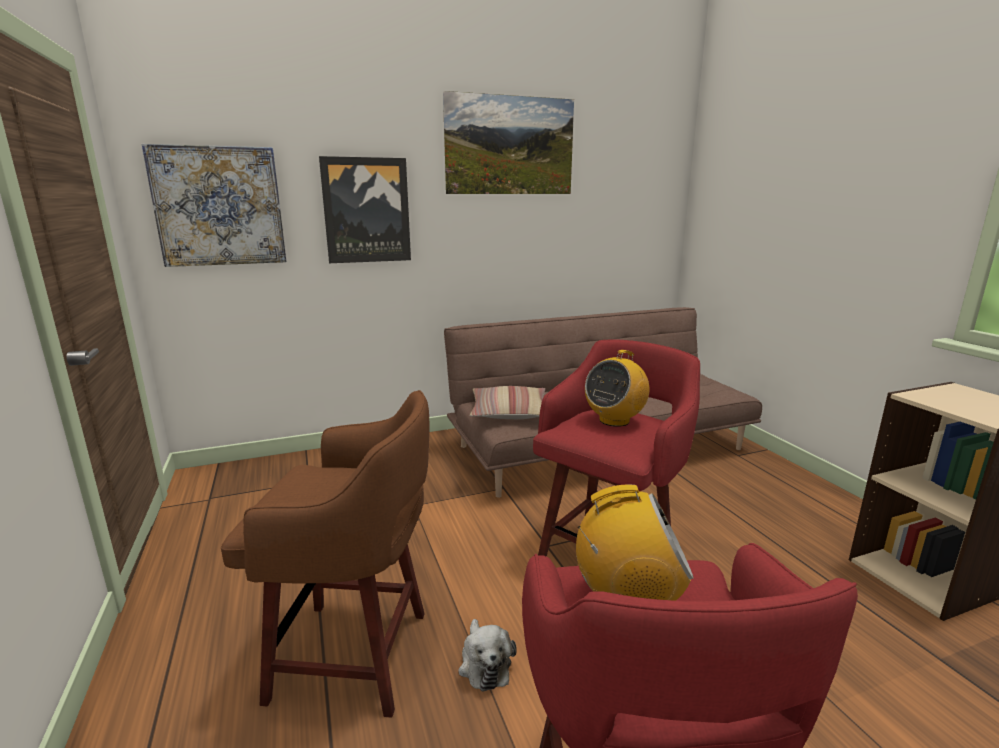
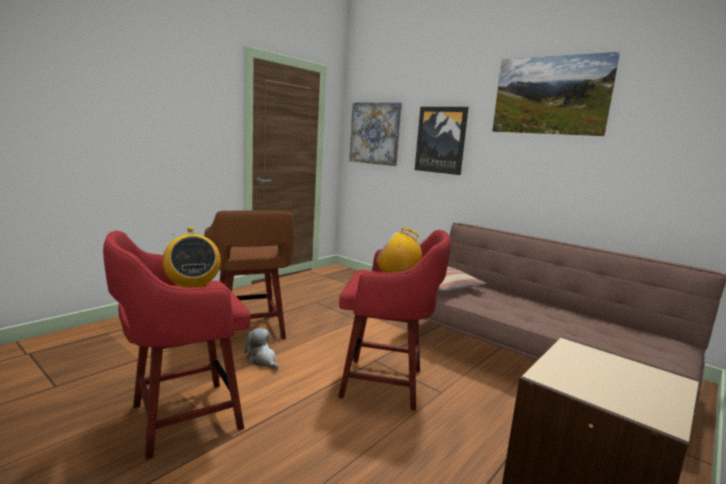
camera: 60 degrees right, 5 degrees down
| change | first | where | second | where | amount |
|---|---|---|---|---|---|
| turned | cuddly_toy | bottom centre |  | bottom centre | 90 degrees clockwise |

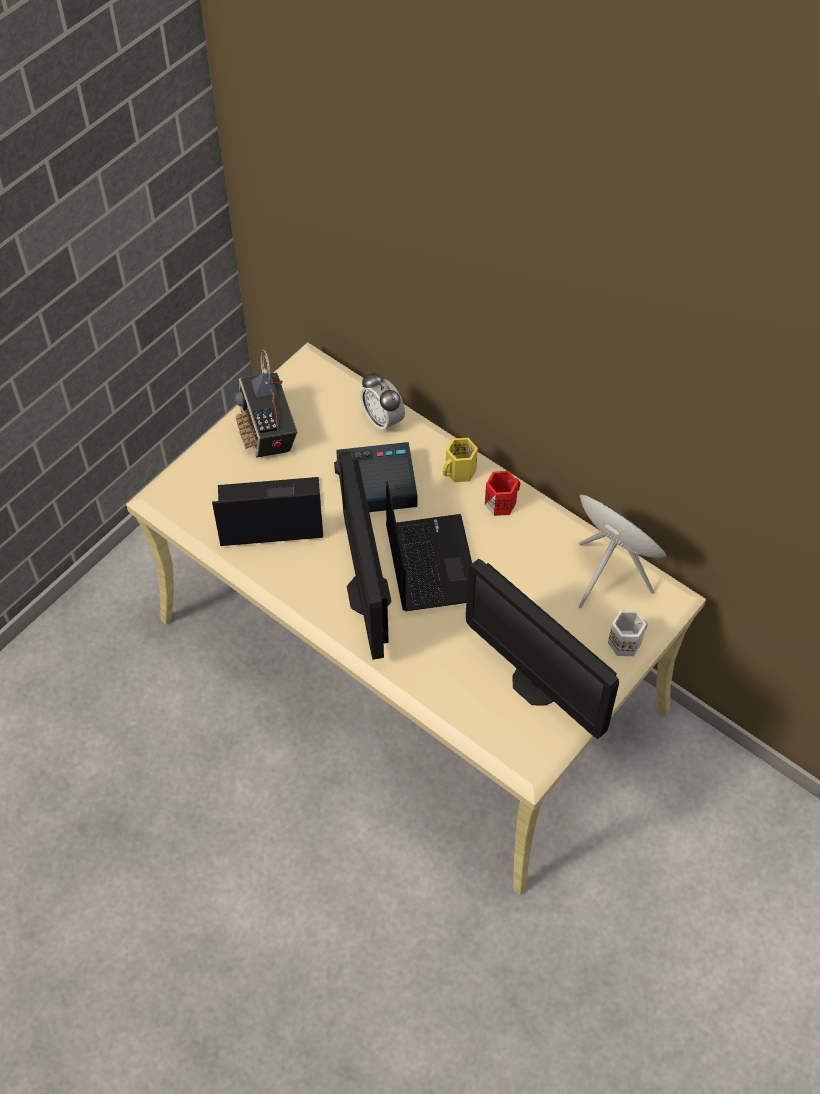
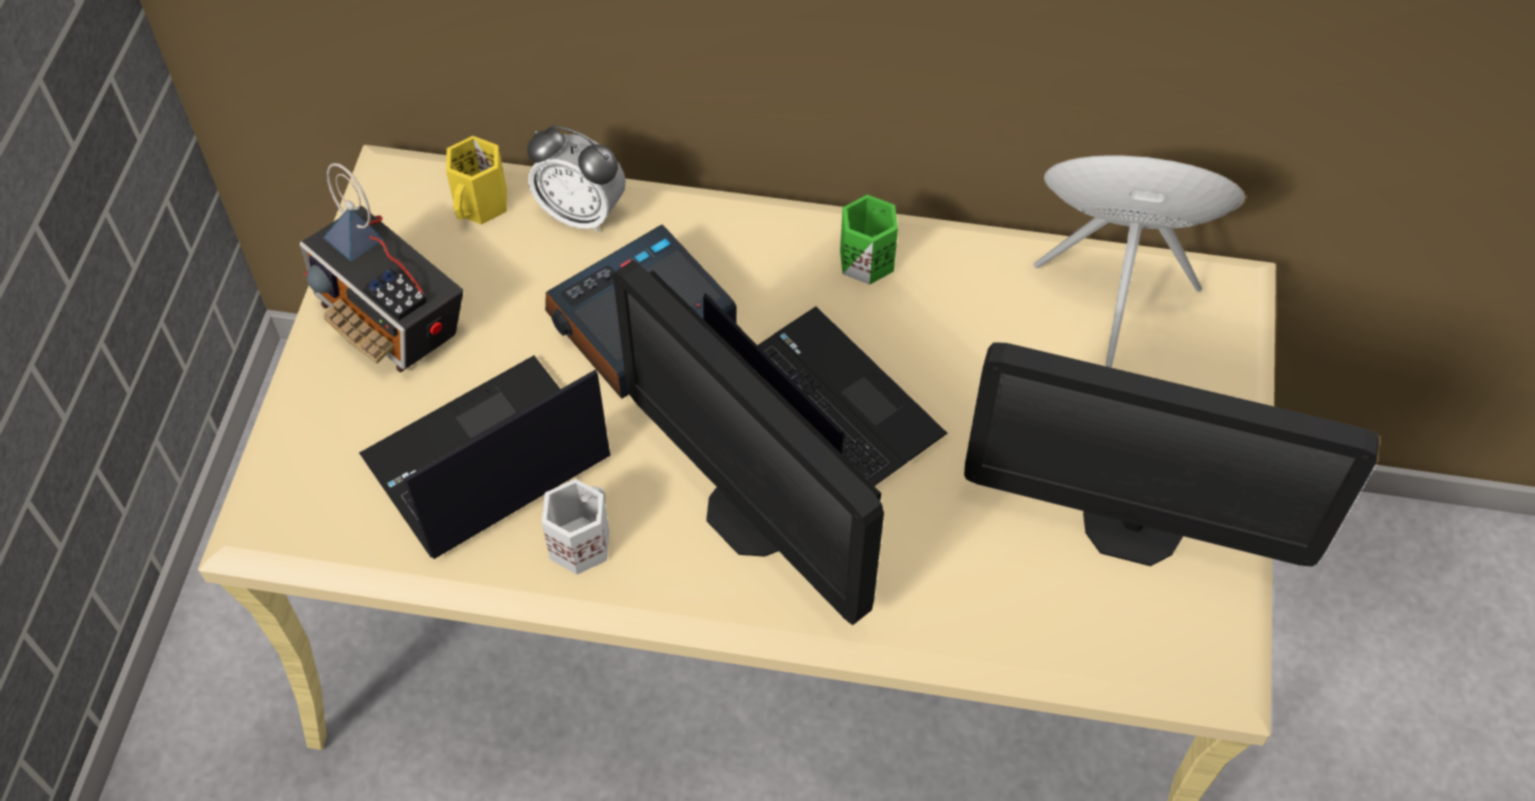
camera: 30 degrees left, 0 degrees up
| change | first | where | second | where | amount |
|---|---|---|---|---|---|
| moved | yellow_tea_mug | centre |  | top left |  |
| moved | whitish_tea_mug | middle right |  | centre |  |
| recoloured | red_tea_mug | centre | green_tea_mug | top centre |  |

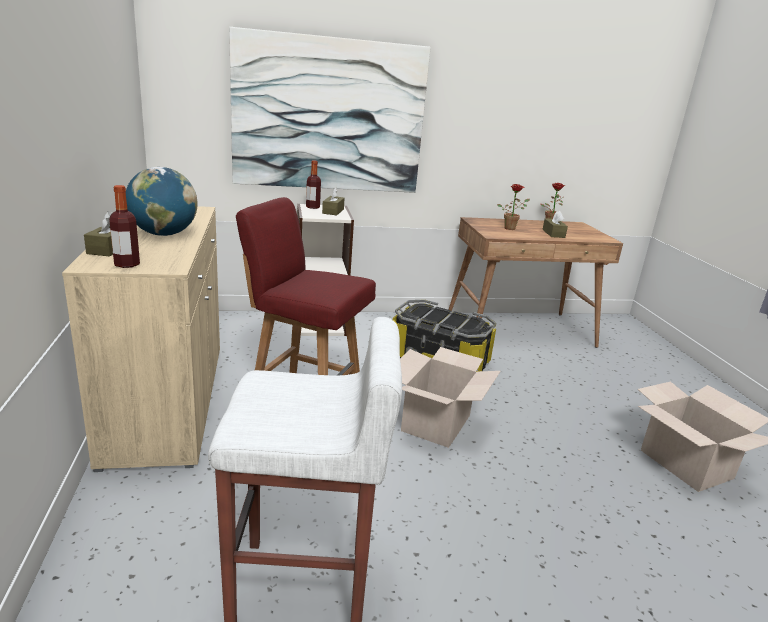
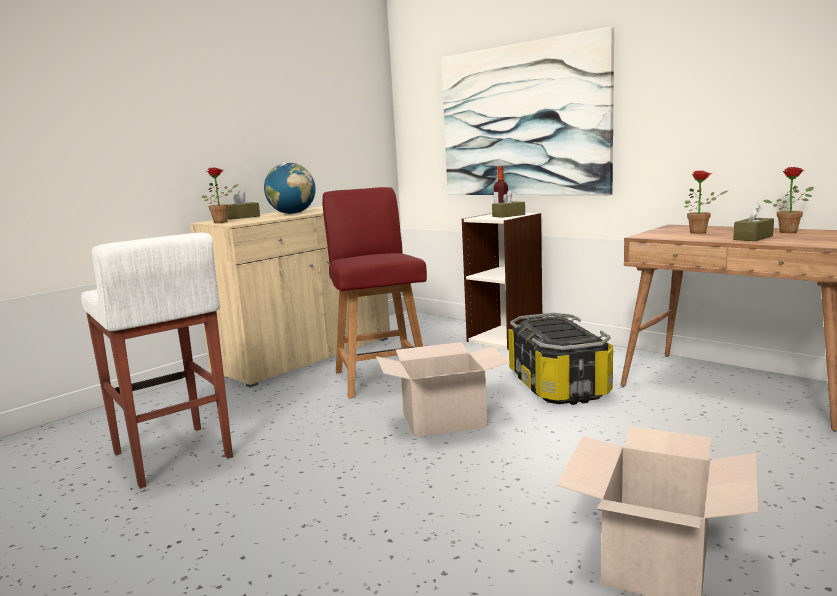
camera: 55 degrees right, 10 degrees down
| change | first | where | second | where | amount |
|---|---|---|---|---|---|
| replaced | bottle (1st from left) | middle left | potted_plant (1st from left) | top left |  |

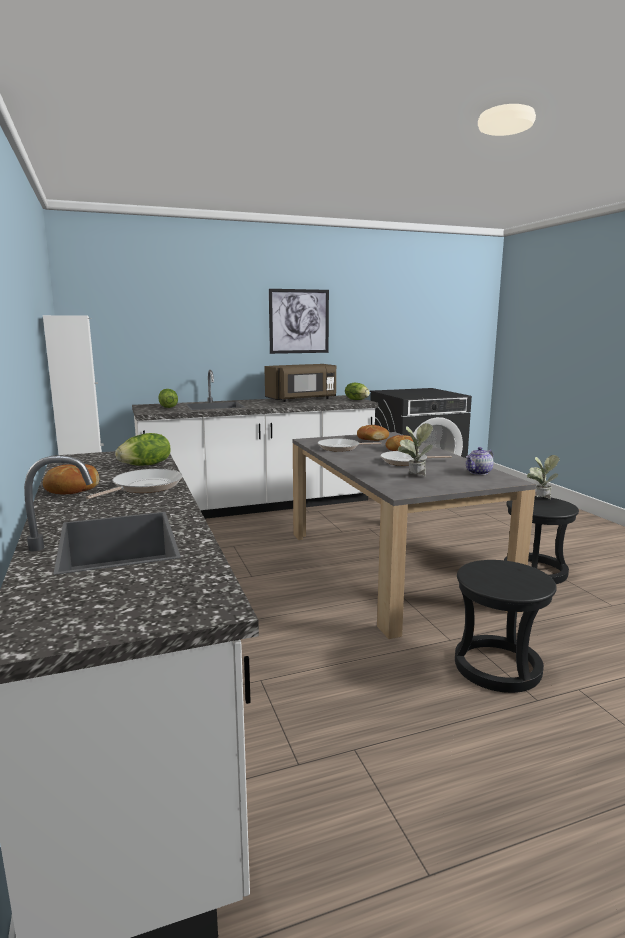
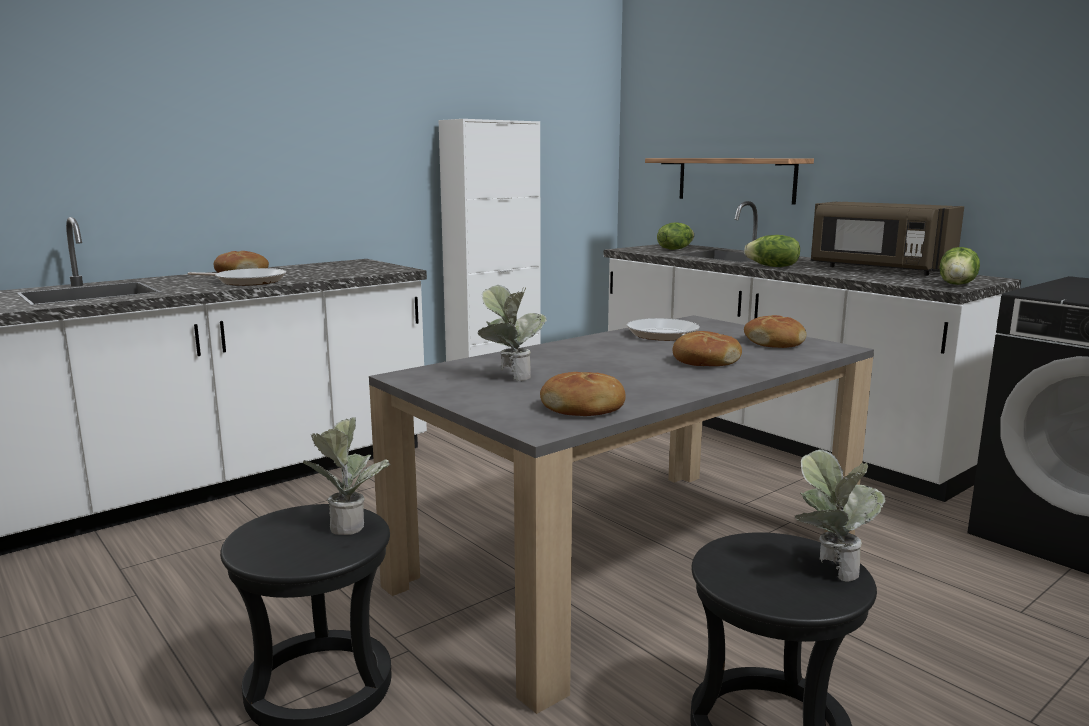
camera: 70 degrees right, 0 degrees up
| change | first | where | second | where | amount |
|---|---|---|---|---|---|
| removed | picture | centre |  |  |  |
| removed | pan (3rd from left) | centre |  |  |  |
| added |  |  | potted_plant (1st from left) | middle left |  |
| added |  |  | shelf | top right |  |
| moved | lettuce (1st from left in the first image) | middle left | lettuce (2nd from left) | middle right |  |
| replaced | teapot | middle right | baked_bread (2nd from left) | centre |  |

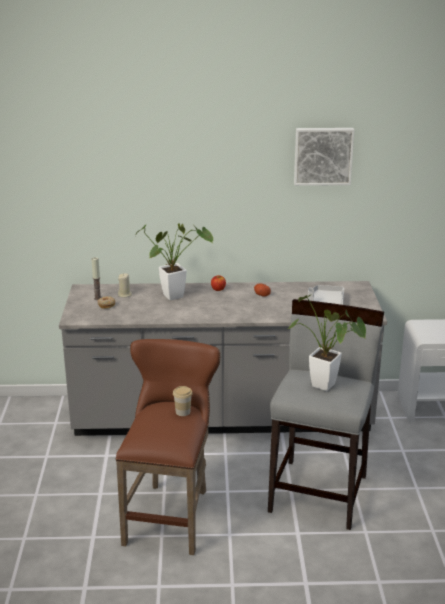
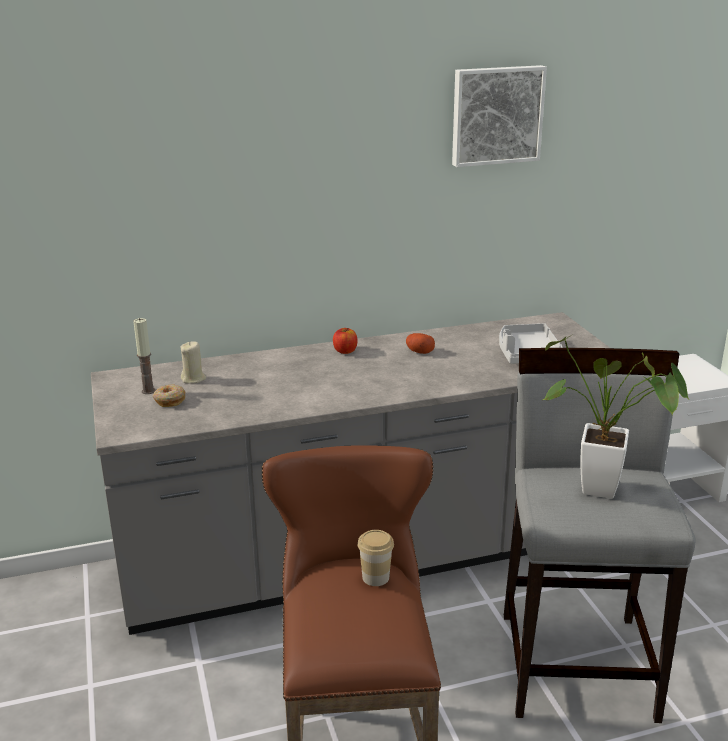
camera: 15 degrees left, 0 degrees up
| change | first | where | second | where | amount |
|---|---|---|---|---|---|
| removed | potted_plant (1st from left) | centre |  |  |  |

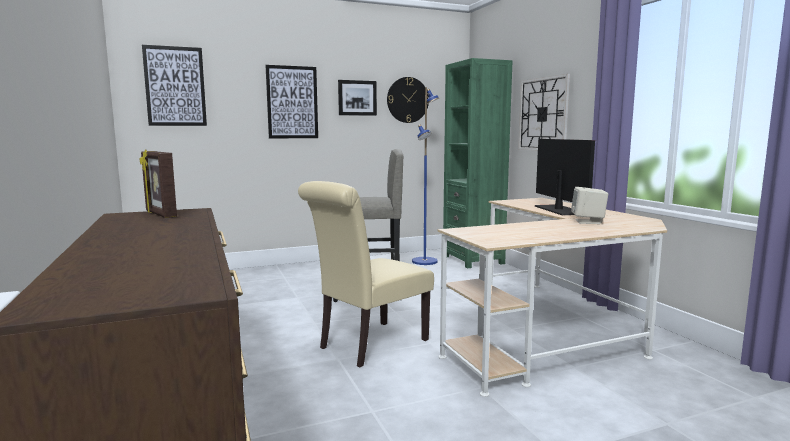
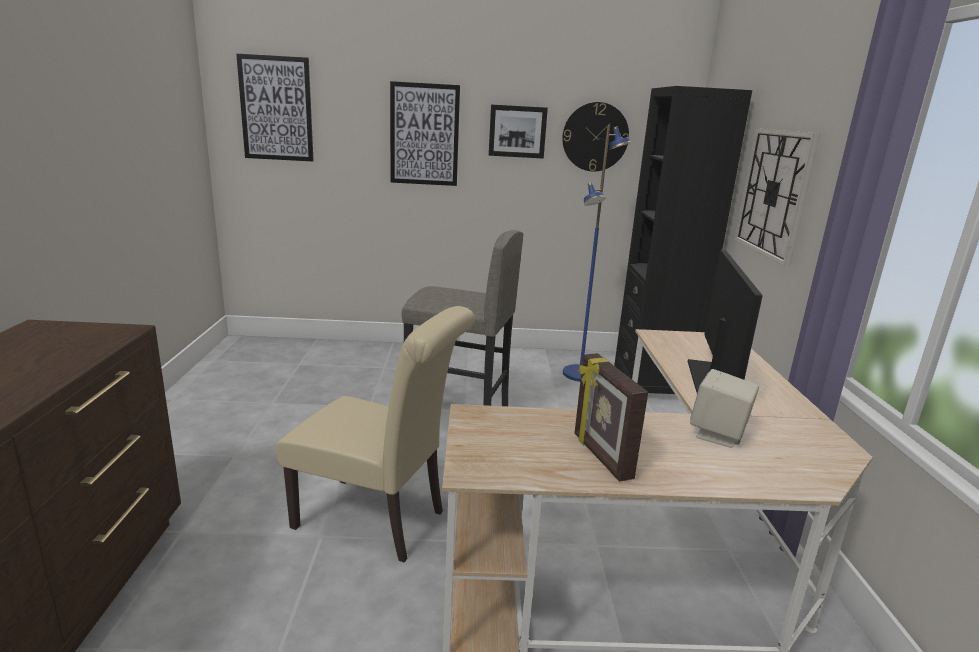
camera: 20 degrees right, 10 degrees up
| change | first | where | second | where | amount |
|---|---|---|---|---|---|
| moved | picture_frame | middle left |  | centre |  |
| recoloured | green_bookshelf | centre | black_bookshelf | middle right |  |
| turned | beige-coloured_plain_chair | centre |  | centre | 135 degrees counterclockwise |

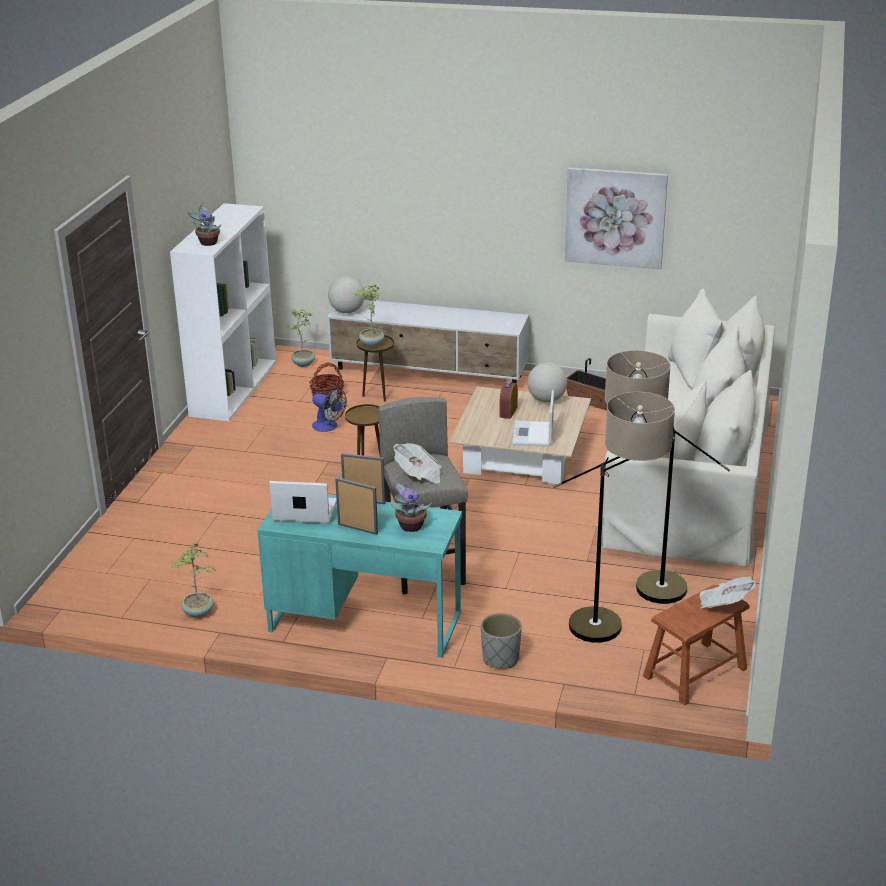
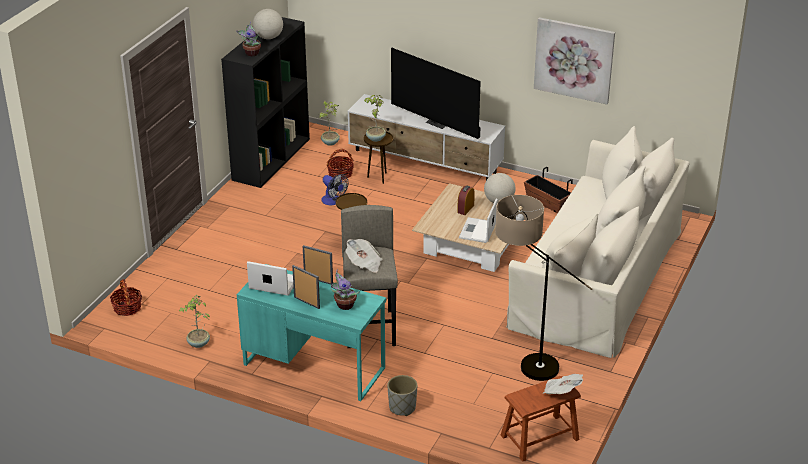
camera: 10 degrees right, 5 degrees up
| change | first | where | second | where | amount |
|---|---|---|---|---|---|
| removed | floor_lamp (1st from left) | middle right |  |  |  |
| added |  |  | basket (1st from left) | middle left |  |
| added |  |  | TV | top centre |  |
| moved | desk_globe (1st from left) | top centre |  | top left |  |
| recoloured | whitish_bookshelf | middle left | black_bookshelf | top left |  |

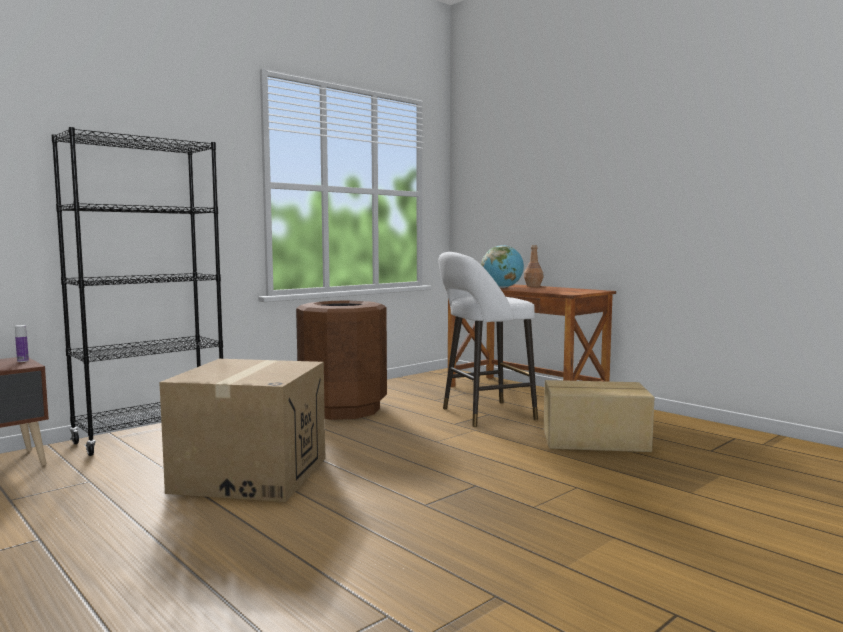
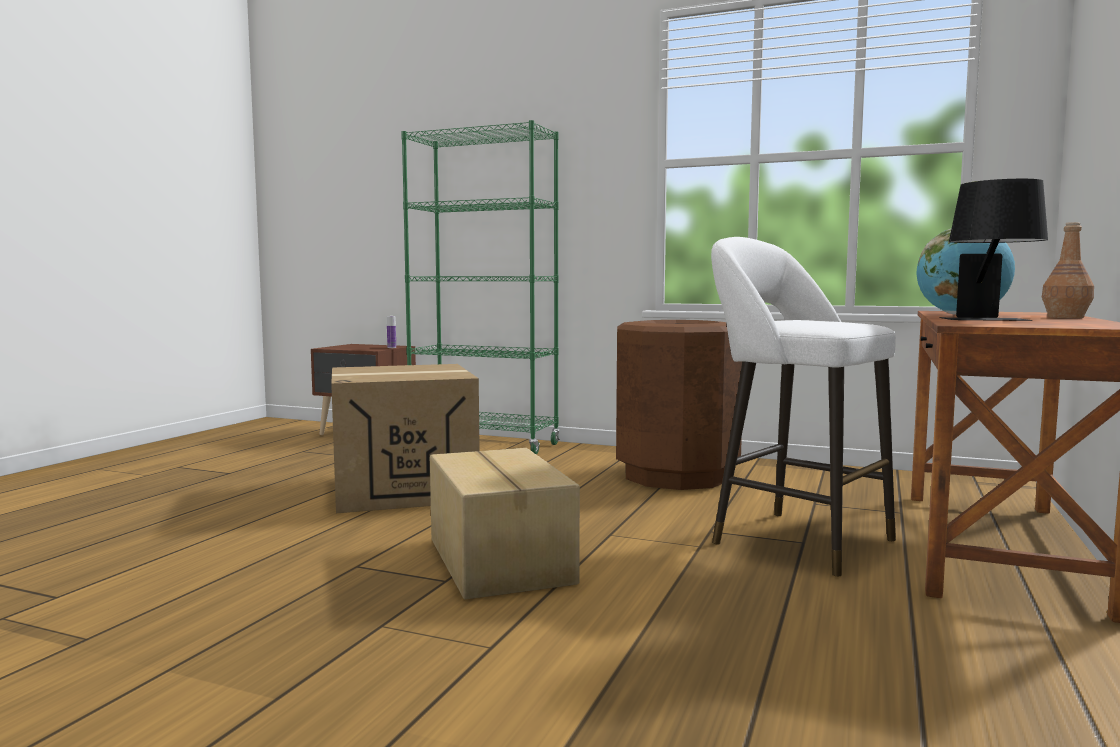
camera: 65 degrees right, 0 degrees up
| change | first | where | second | where | amount |
|---|---|---|---|---|---|
| added |  |  | black_tabletop_lamp | middle right |  |
| moved | carton (2nd from left) | middle right |  | bottom centre |  |
| recoloured | black_bookshelf | middle left | green_bookshelf | centre |  |

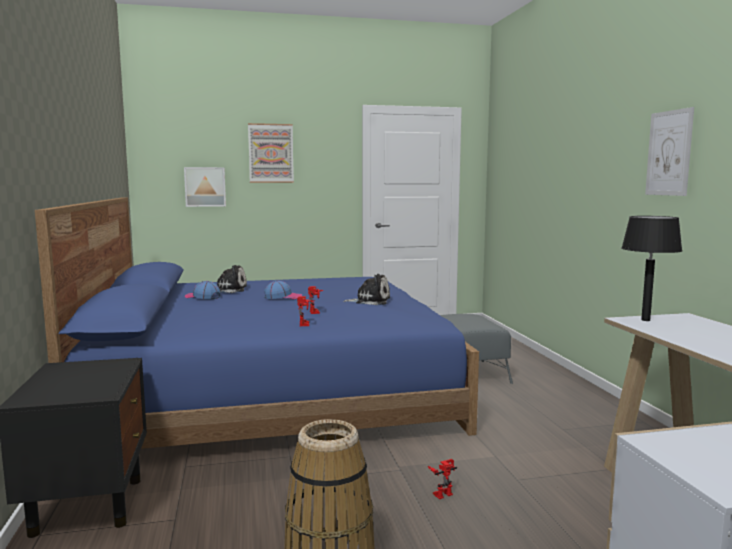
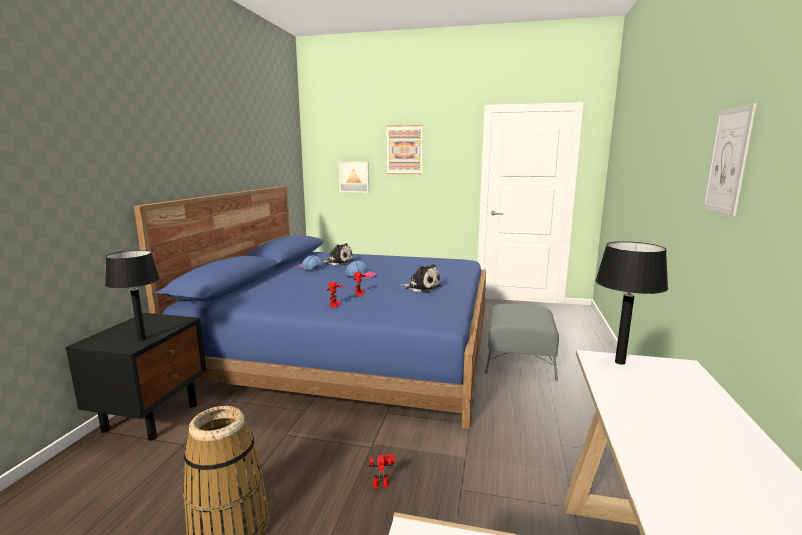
camera: 25 degrees right, 5 degrees up
| change | first | where | second | where | amount |
|---|---|---|---|---|---|
| added |  |  | black_tabletop_lamp (1st from left) | middle left |  |

